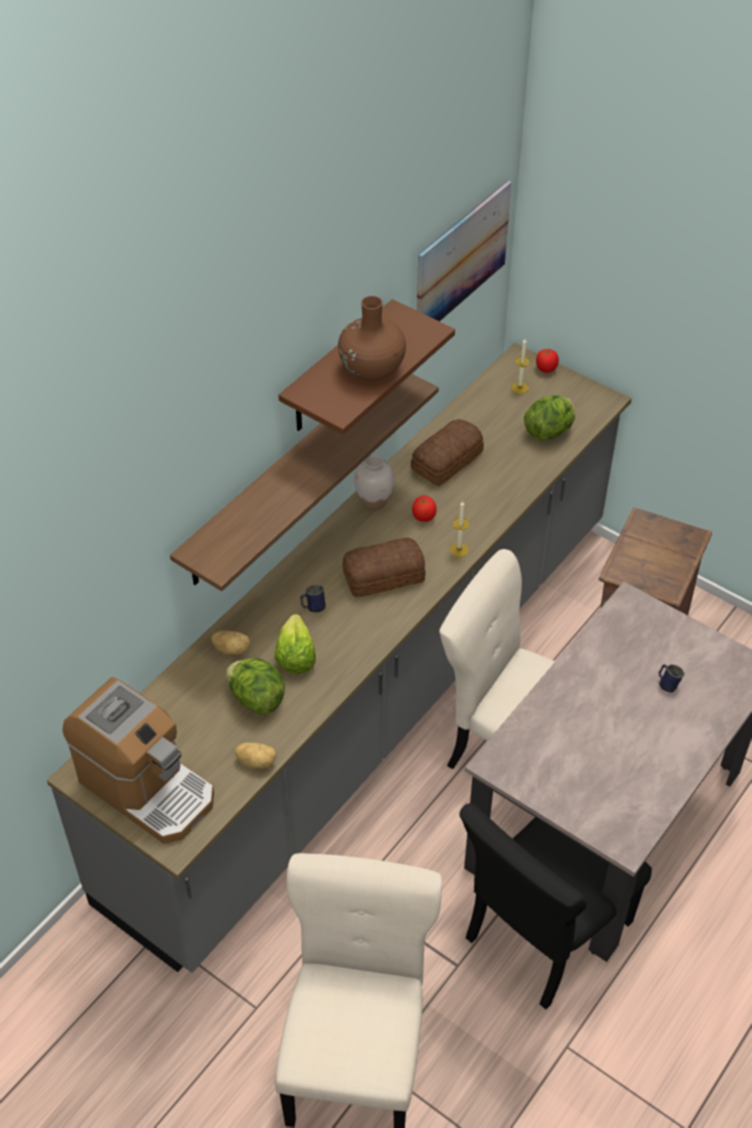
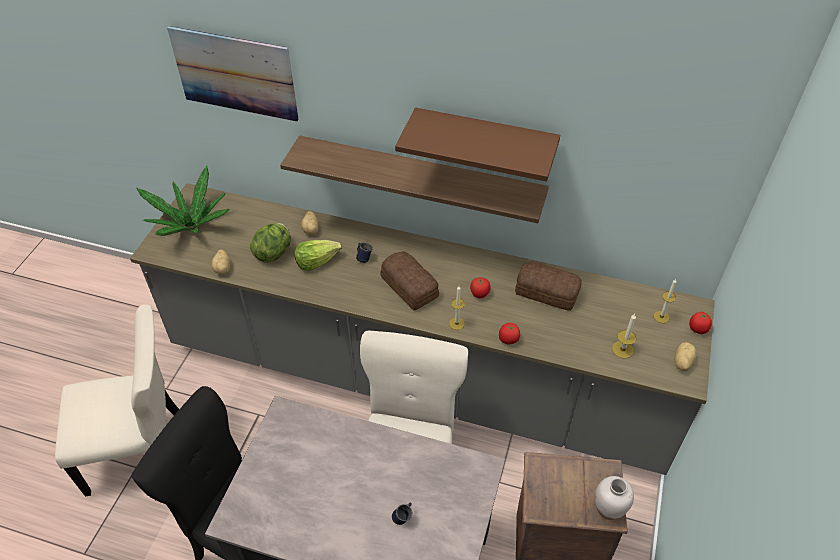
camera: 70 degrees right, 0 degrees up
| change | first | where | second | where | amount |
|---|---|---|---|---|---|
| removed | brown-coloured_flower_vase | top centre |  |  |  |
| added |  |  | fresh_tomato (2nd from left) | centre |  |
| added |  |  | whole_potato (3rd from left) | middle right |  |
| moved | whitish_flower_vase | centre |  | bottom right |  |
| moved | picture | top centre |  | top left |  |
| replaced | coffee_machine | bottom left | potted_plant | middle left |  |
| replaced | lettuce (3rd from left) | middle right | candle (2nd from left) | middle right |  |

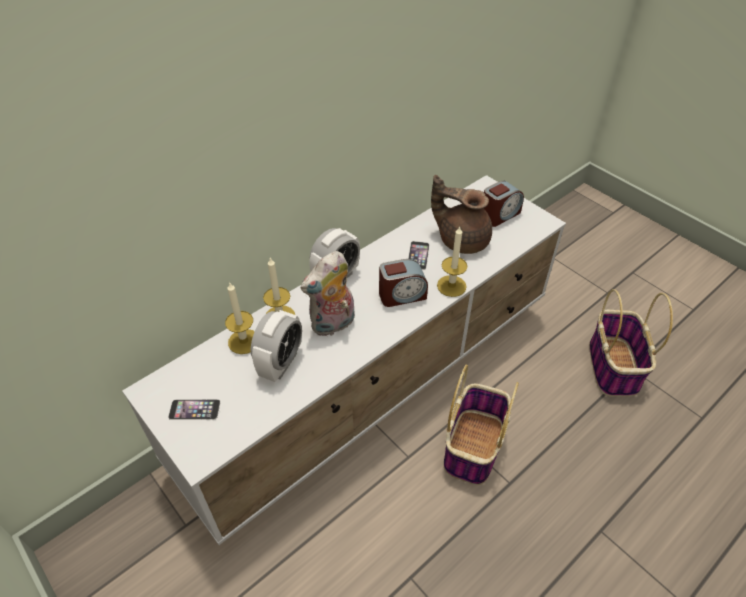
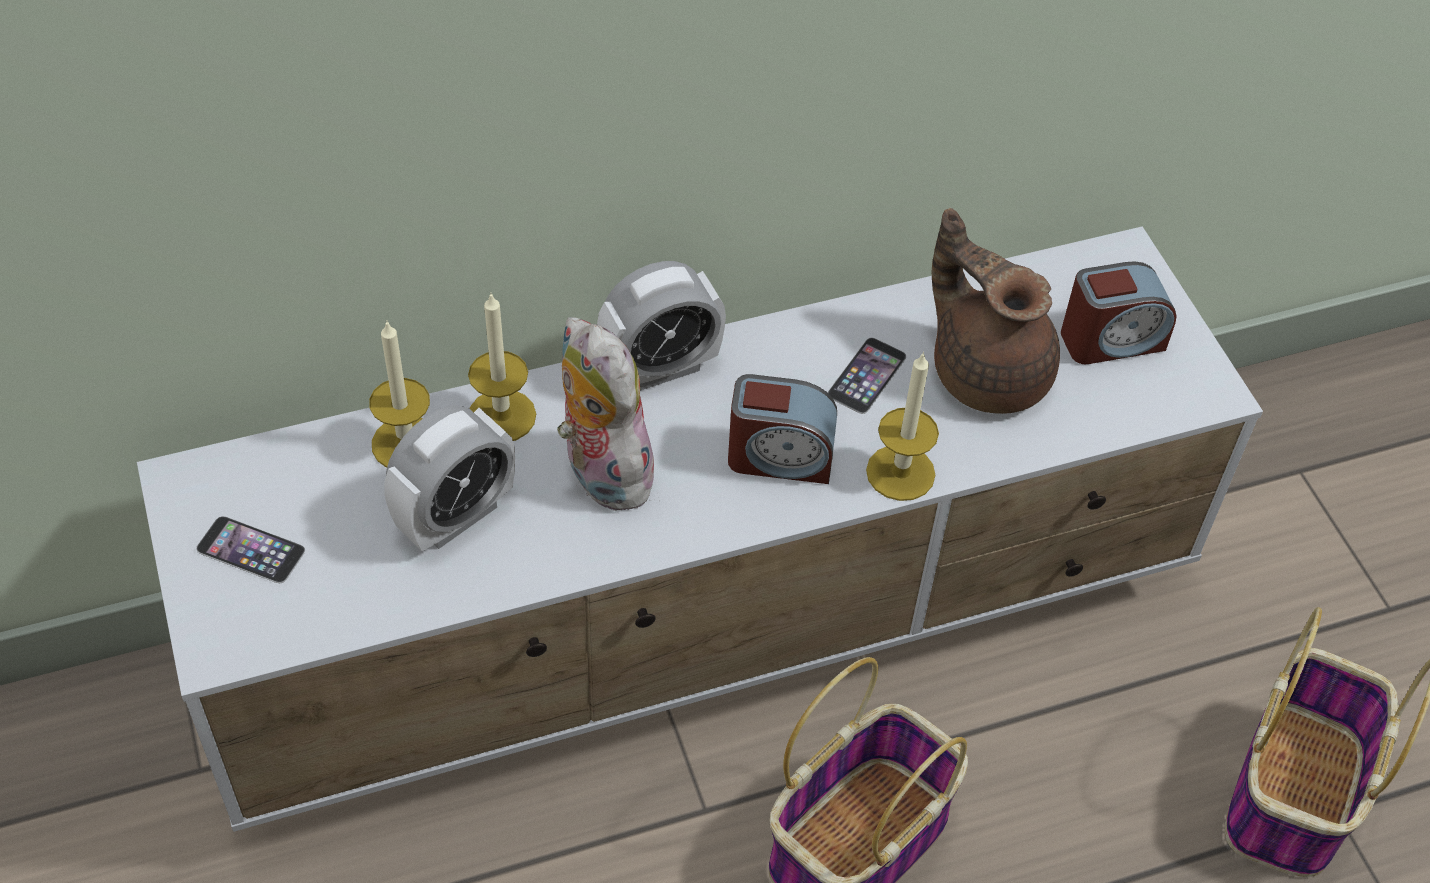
camera: 20 degrees right, 5 degrees up
| change | first | where | second | where | amount |
|---|---|---|---|---|---|
| turned | cuddly_toy | centre |  | centre | 75 degrees clockwise |

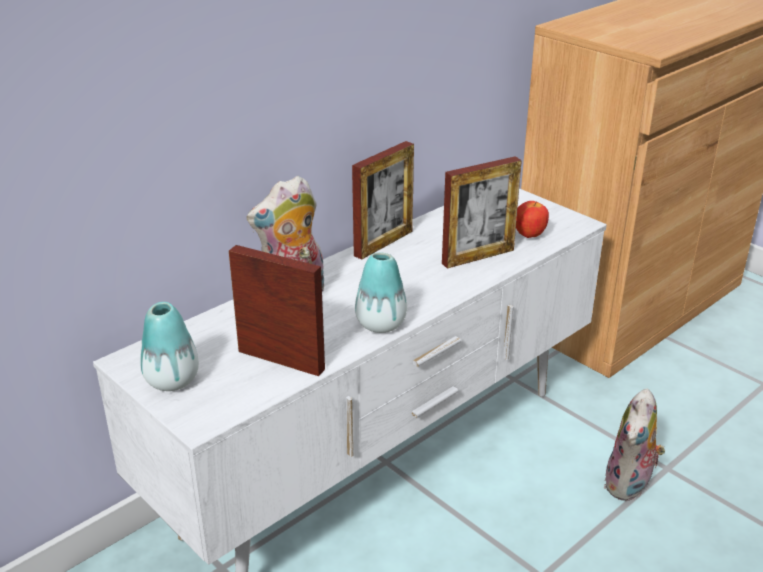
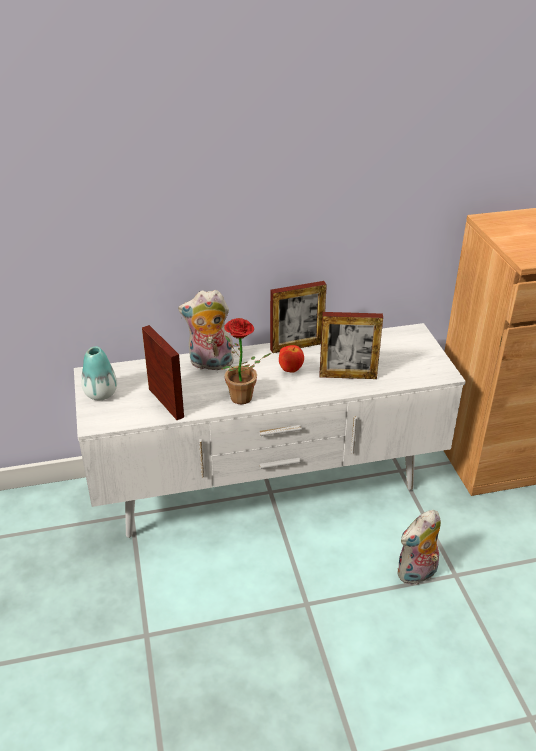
camera: 30 degrees right, 5 degrees up
| change | first | where | second | where | amount |
|---|---|---|---|---|---|
| moved | whole_apple | middle right |  | centre |  |
| replaced | flower_vase (2nd from left) | centre | potted_plant | centre |  |

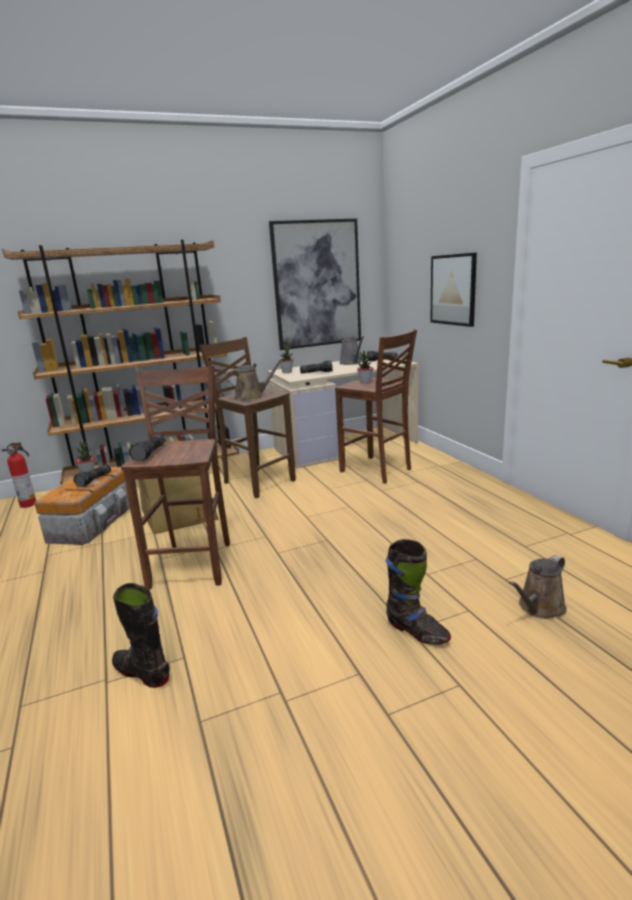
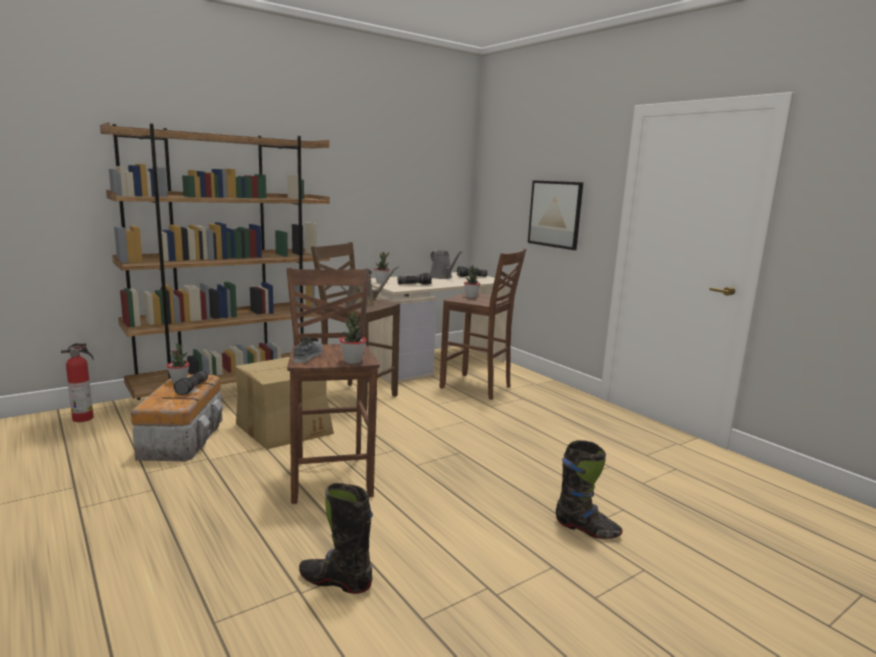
camera: 15 degrees left, 5 degrees down
| change | first | where | second | where | amount |
|---|---|---|---|---|---|
| removed | picture (1st from left) | top centre |  |  |  |
| removed | brown-coloured_watering_can (2nd from left) | middle right |  |  |  |
| added |  |  | potted_plant (2nd from left) | centre |  |
| replaced | flashlight (2nd from left) | middle left | greyish_low_shoe | centre |  |

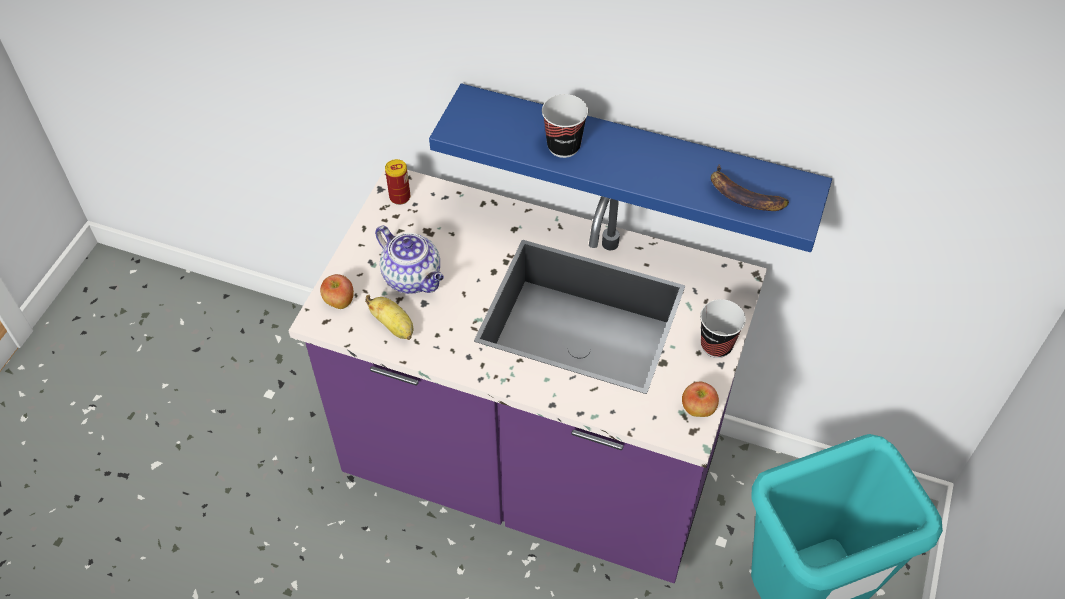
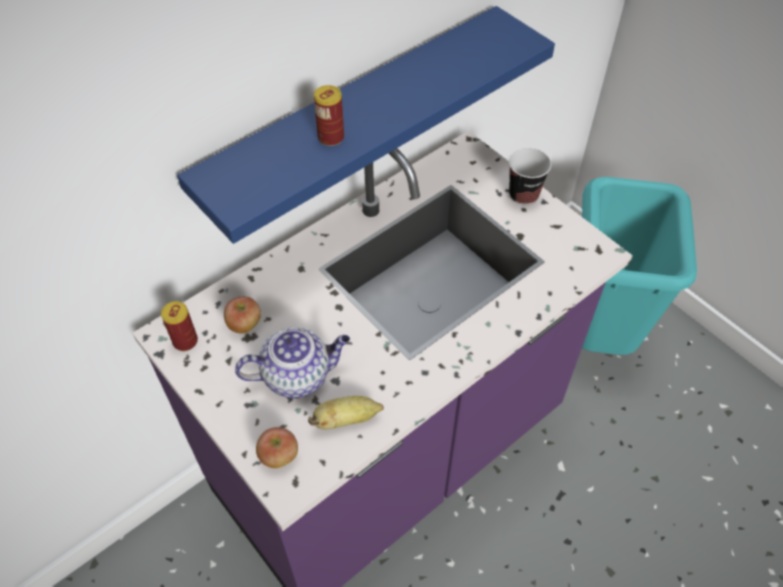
camera: 60 degrees left, 0 degrees up
| change | first | where | second | where | amount |
|---|---|---|---|---|---|
| removed | banana_fruit (2nd from left) | top right |  |  |  |
| moved | whole_apple (2nd from left in the first image) | centre | whole_apple (1st from left) | middle left |  |
| replaced | drinking_cup (1st from left) | top centre | metal_can (2nd from left) | top centre |  |

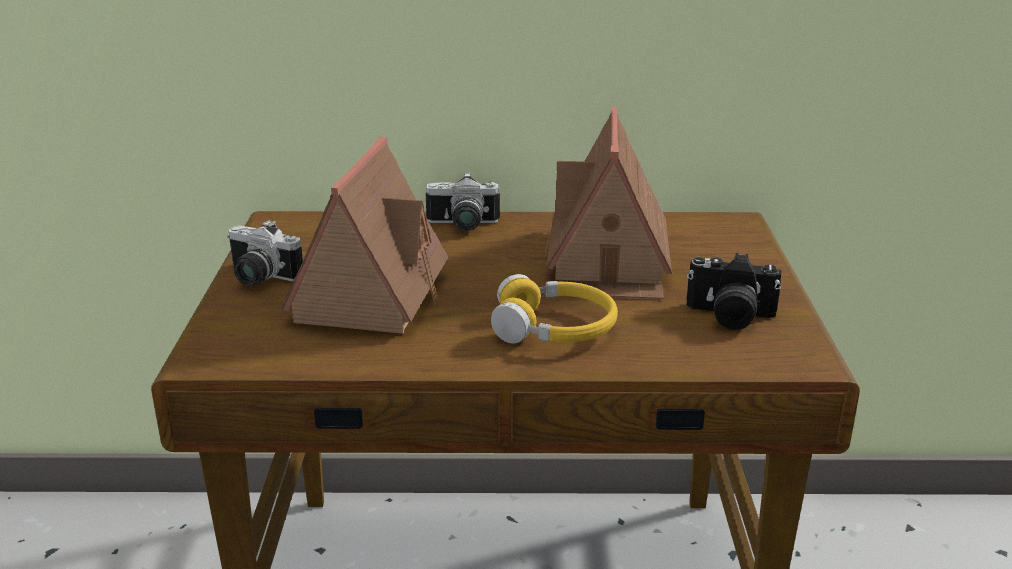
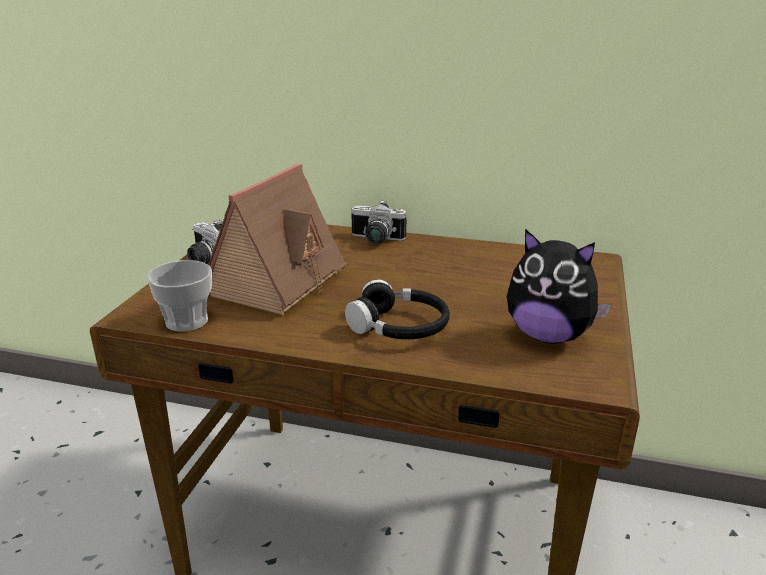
camera: 15 degrees right, 0 degrees up
| change | first | where | second | where | amount |
|---|---|---|---|---|---|
| removed | toy_house (2nd from left) | centre |  |  |  |
| added |  |  | drinking_cup | middle left |  |
| replaced | still_camera (3rd from left) | middle right | cuddly_toy | middle right |  |
| recoloured | yellow_headset | centre | black_headset | centre |  |

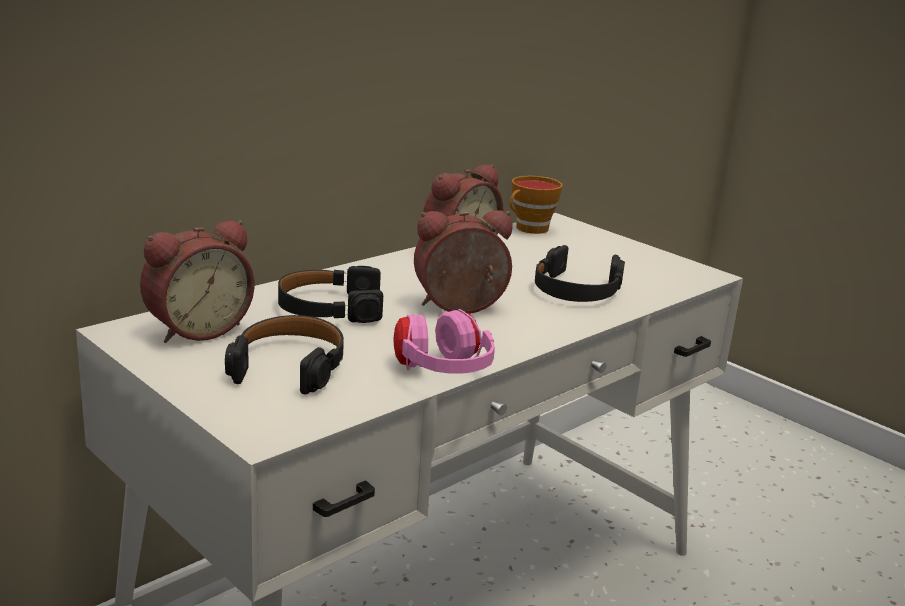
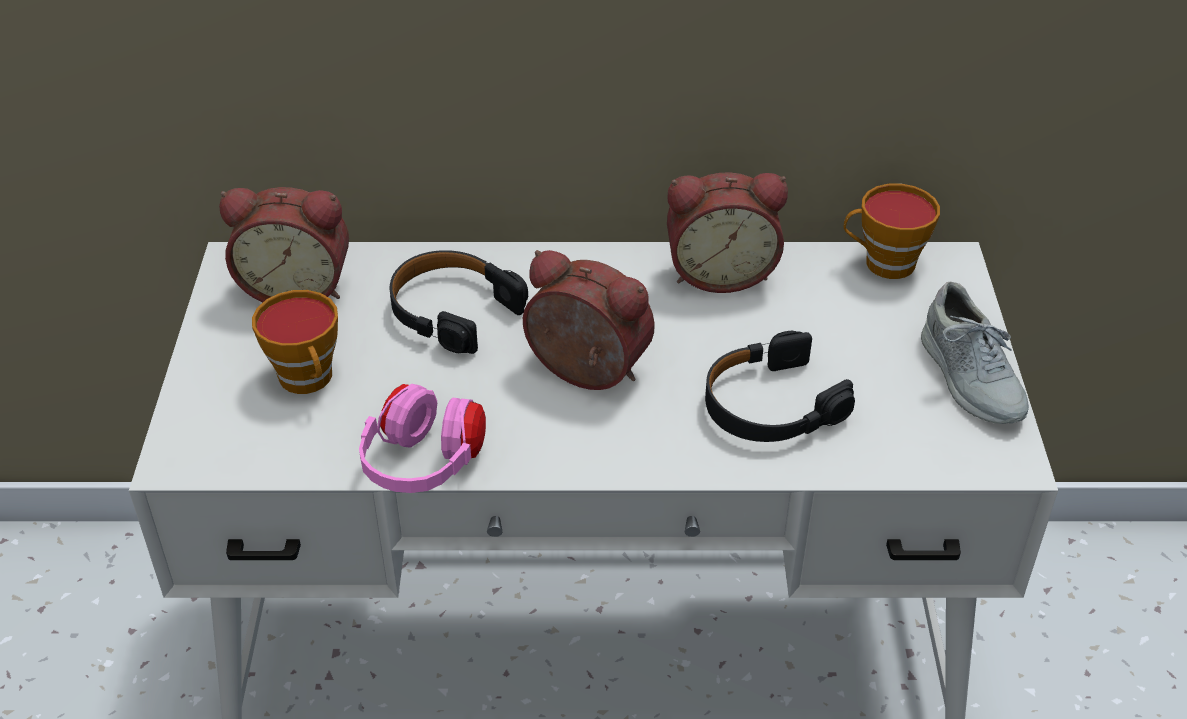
camera: 45 degrees right, 20 degrees up
| change | first | where | second | where | amount |
|---|---|---|---|---|---|
| added |  |  | greyish_low_shoe | middle right |  |
| replaced | black_headset (1st from left) | middle left | drinking_cup (1st from left) | middle left |  |

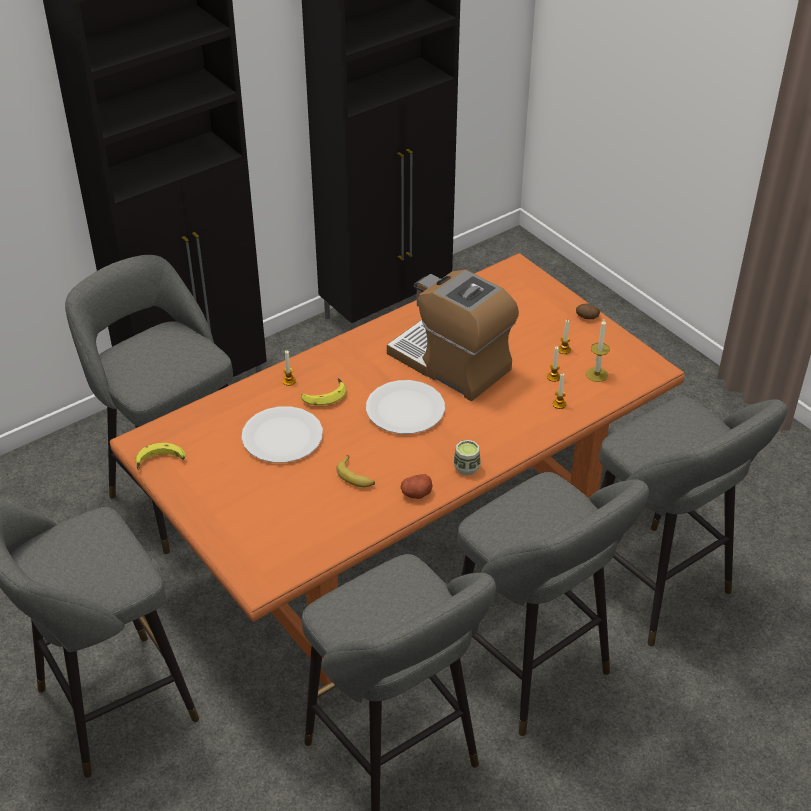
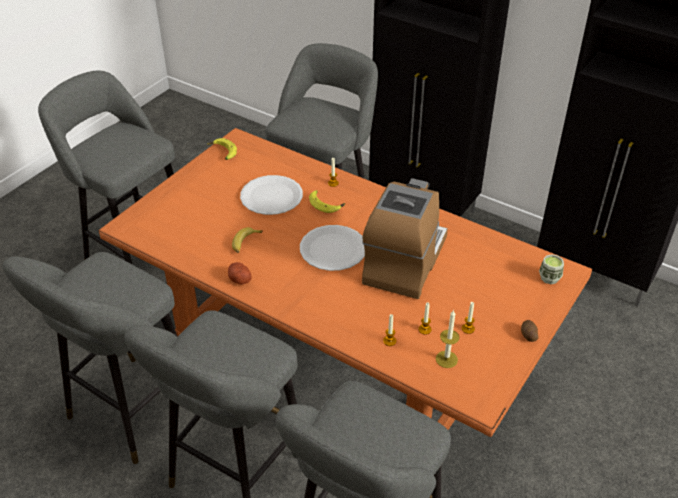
camera: 70 degrees right, 0 degrees up
| change | first | where | second | where | amount |
|---|---|---|---|---|---|
| moved | drinking_cup | centre |  | middle right |  |

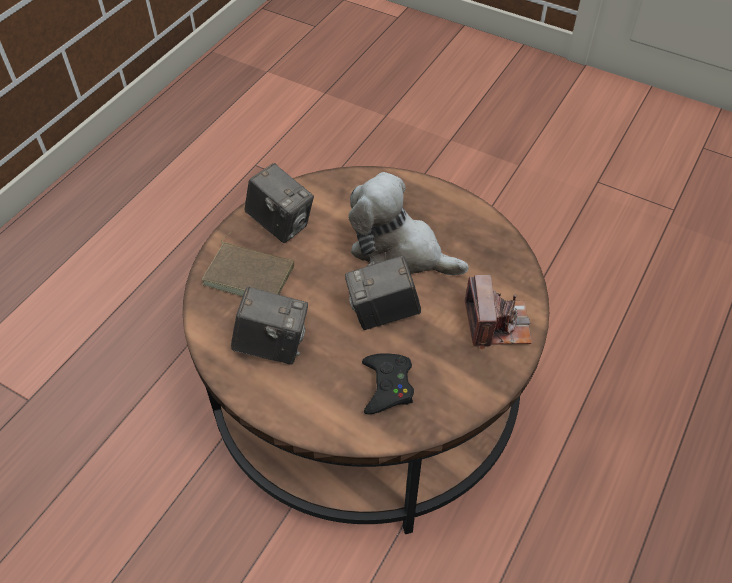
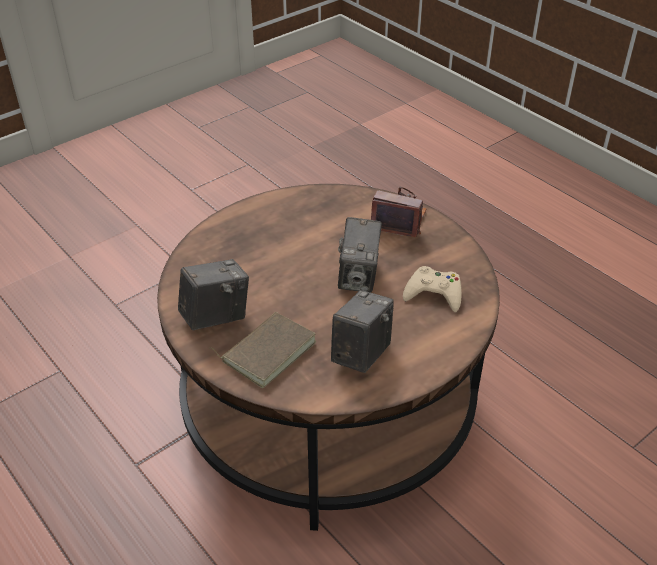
camera: 70 degrees left, 10 degrees down
| change | first | where | second | where | amount |
|---|---|---|---|---|---|
| removed | cuddly_toy | centre |  |  |  |
| recoloured | black_joypad | centre | beige-coloured_joypad | centre |  |

